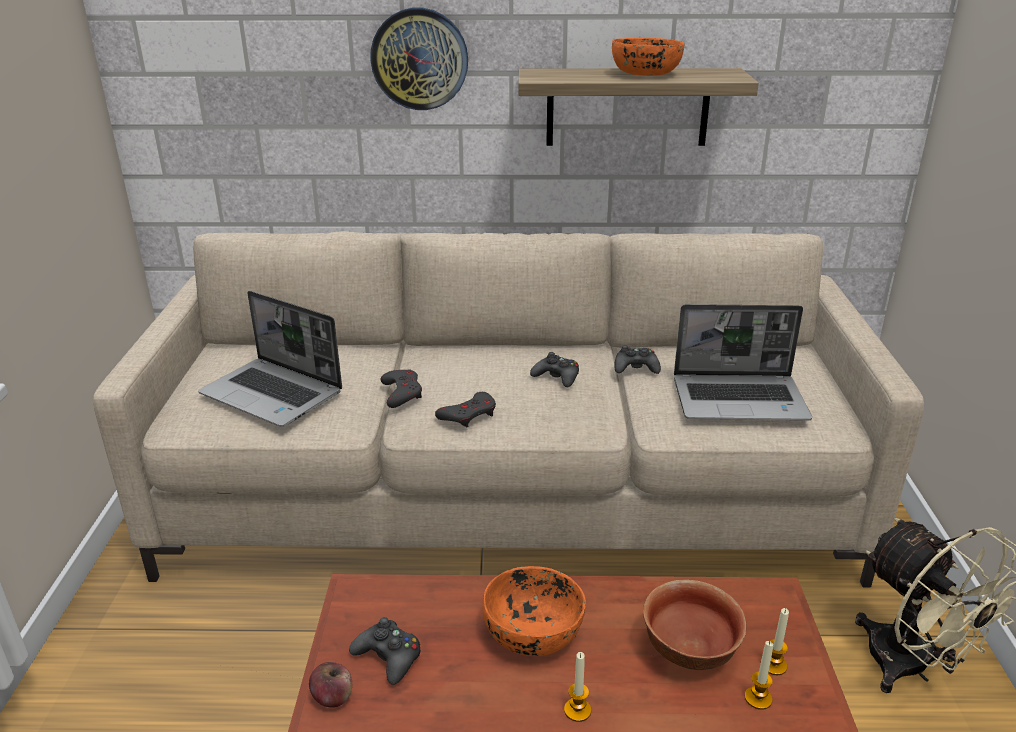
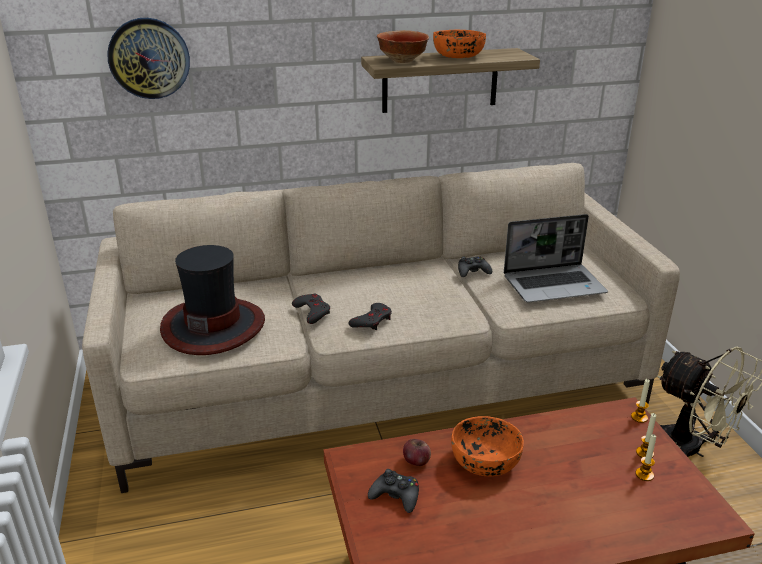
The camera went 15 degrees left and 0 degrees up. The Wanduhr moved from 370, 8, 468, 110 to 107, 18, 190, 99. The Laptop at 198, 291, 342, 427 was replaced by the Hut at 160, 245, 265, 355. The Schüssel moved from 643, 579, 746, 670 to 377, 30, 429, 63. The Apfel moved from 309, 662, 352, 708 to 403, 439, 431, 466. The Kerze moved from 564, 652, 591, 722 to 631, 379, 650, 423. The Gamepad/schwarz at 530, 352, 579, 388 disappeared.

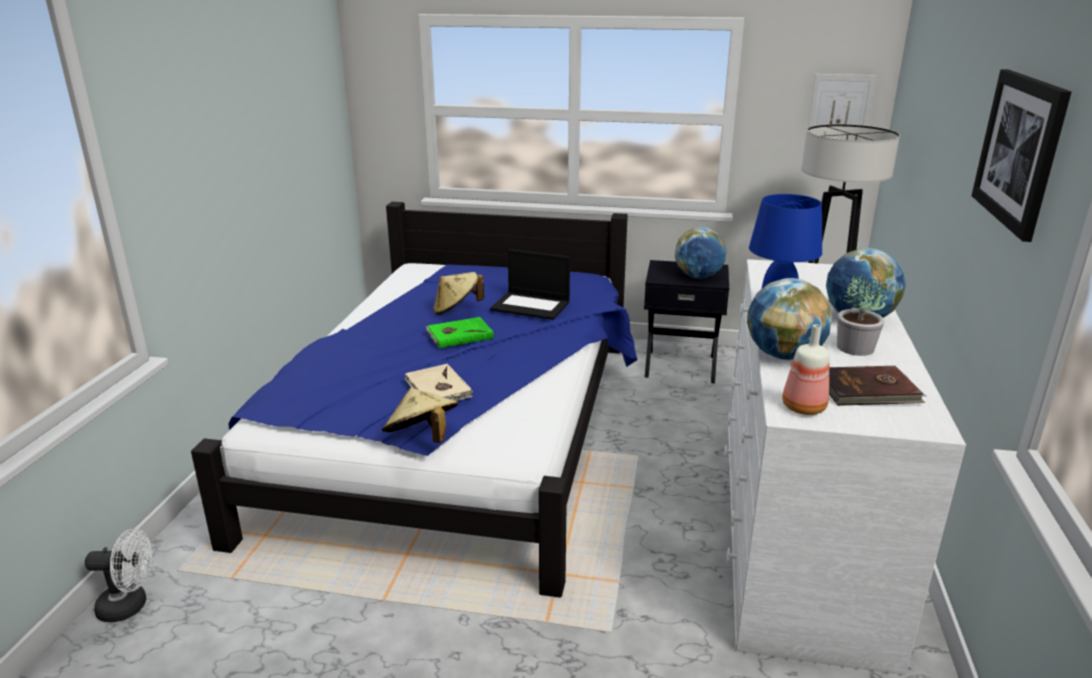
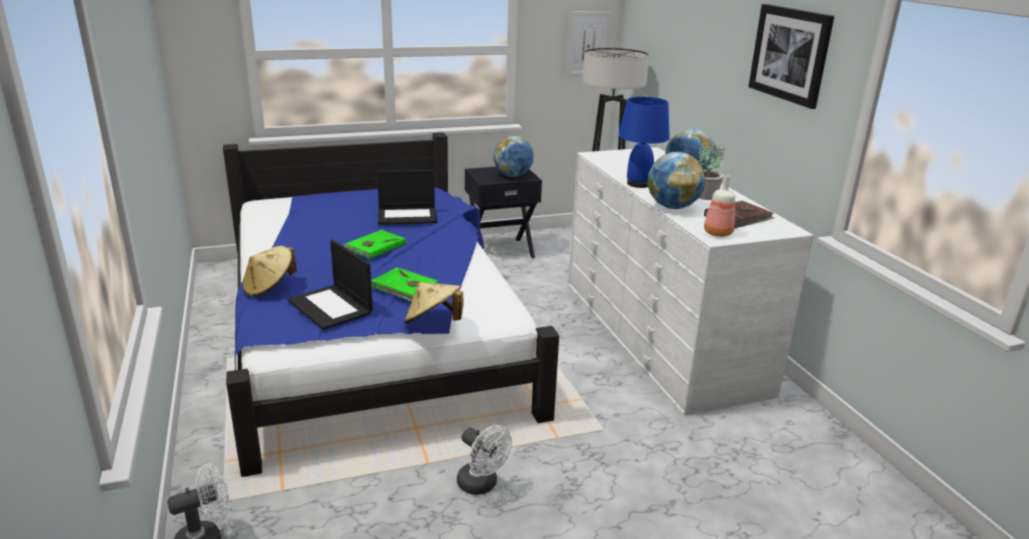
The camera went 30 degrees left and 0 degrees up. The Hut/beige moved from 433, 272, 484, 315 to 242, 246, 297, 297. The Laptop at 288, 240, 373, 330 appeared. The Buch/beige at 405, 364, 473, 401 became the Buch/grün at 371, 267, 439, 301. The Ventilator/weiß at 457, 425, 512, 495 appeared.

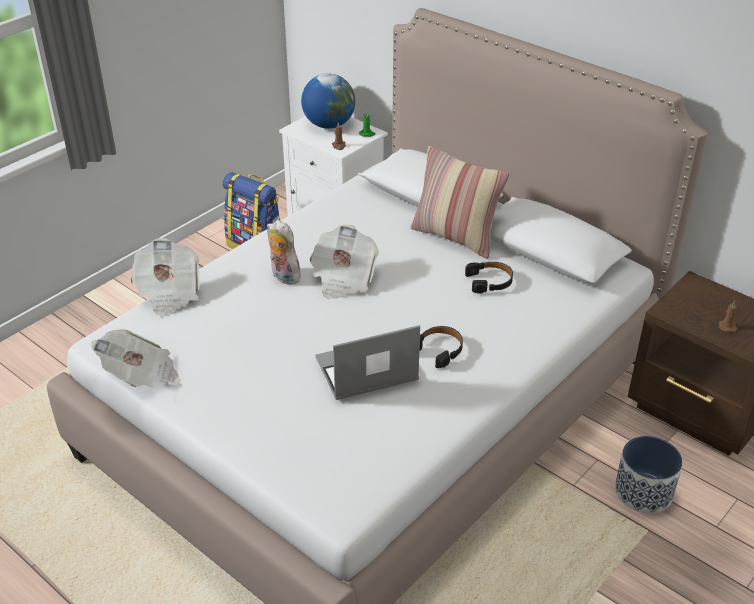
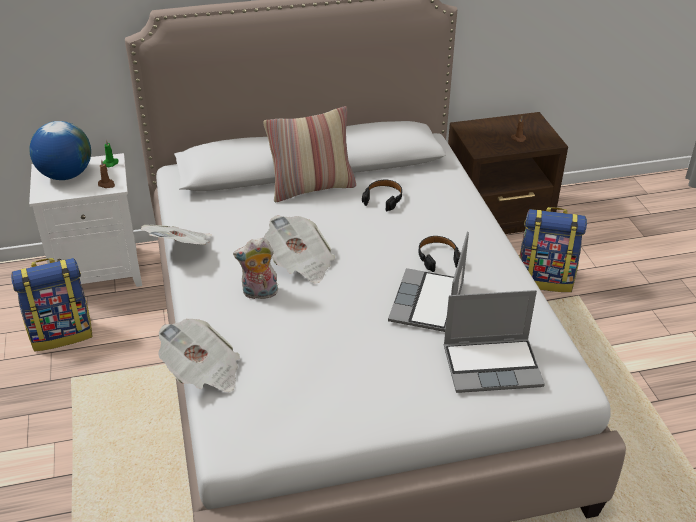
The camera went 55 degrees left and 0 degrees up. The Zeitung moved from 92, 329, 181, 387 to 141, 225, 212, 245. The Laptop at 444, 290, 545, 393 appeared. The Pflanzkübel at 615, 436, 683, 514 was replaced by the Rucksack at 519, 207, 587, 292.

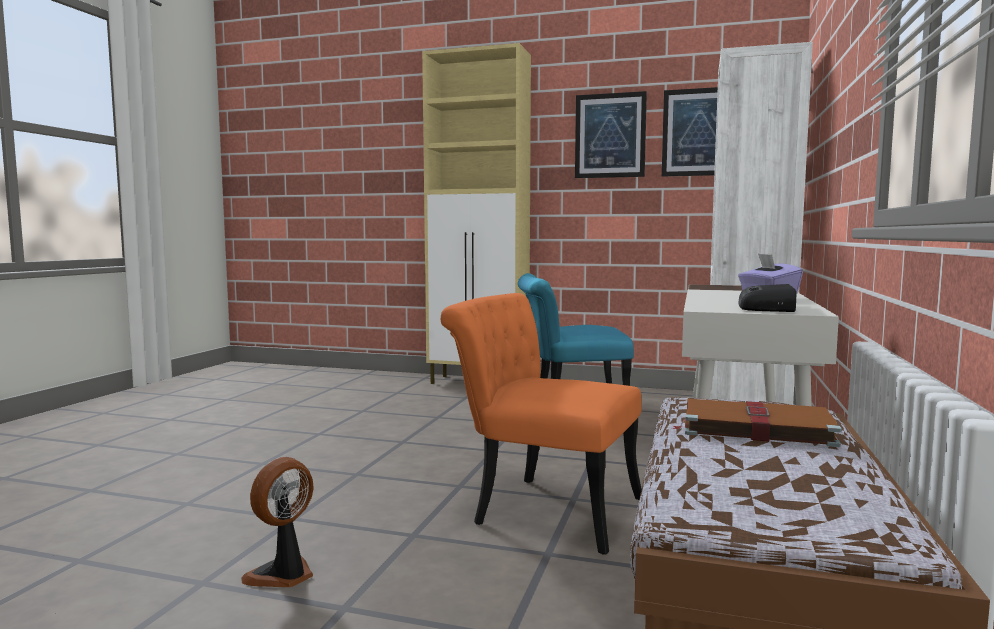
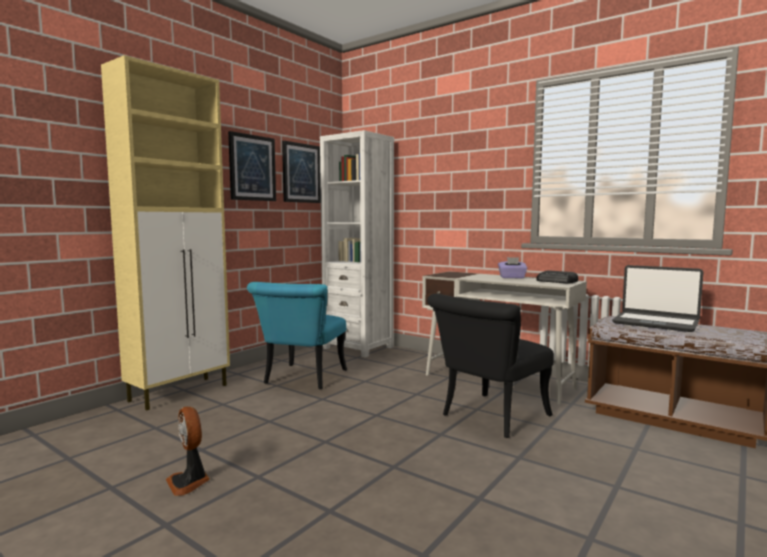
The camera went 70 degrees left and 0 degrees up. The Ventilator moved from 241, 457, 314, 587 to 166, 407, 210, 496. The Stuhl/orange at 441, 293, 642, 555 became the Stuhl/schwarz at 427, 294, 554, 438. The Buch/braun at 671, 398, 842, 447 was replaced by the Laptop at 612, 265, 704, 332.

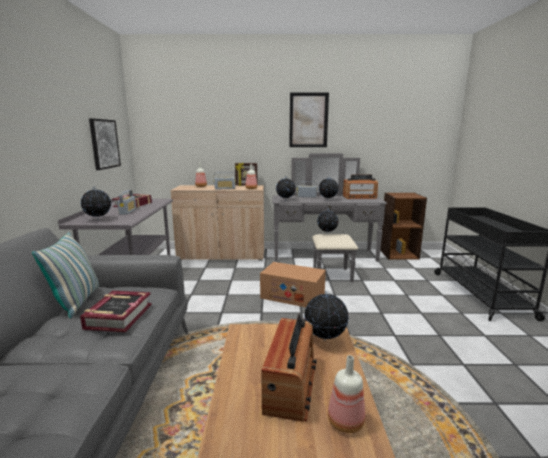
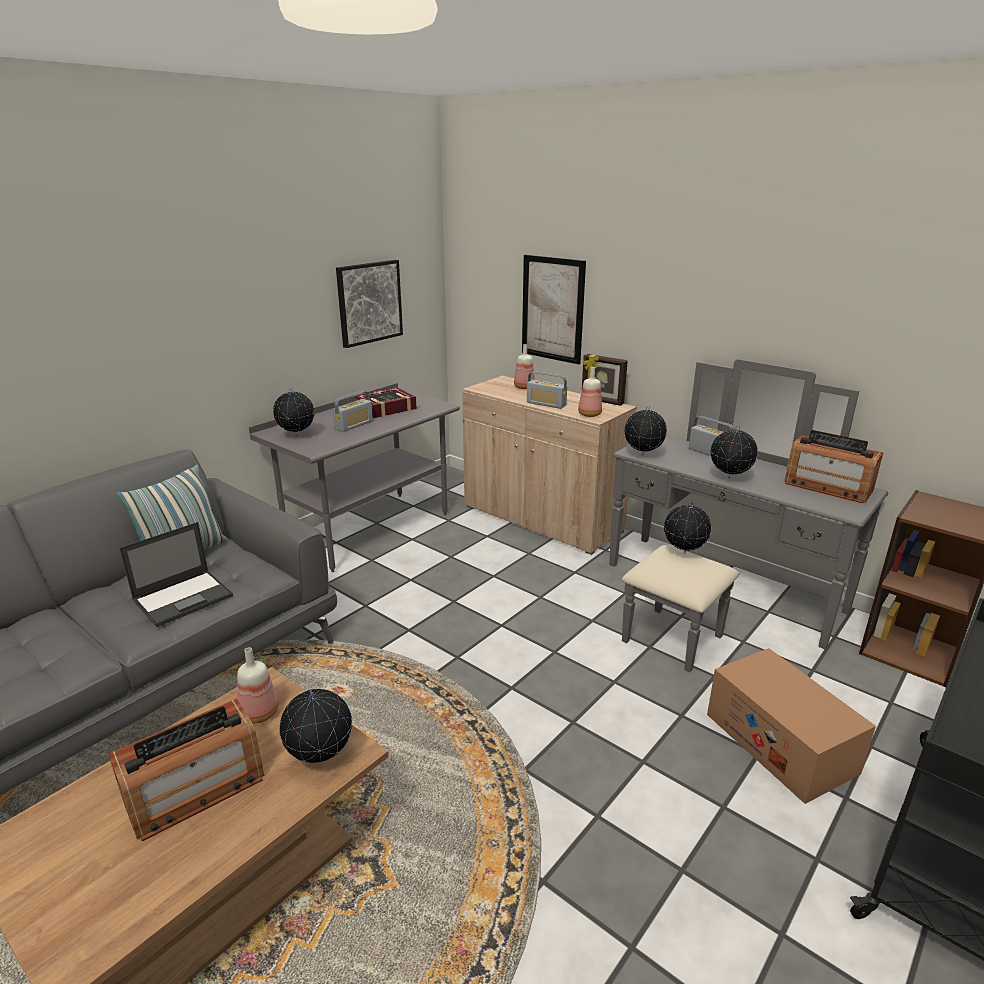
The camera went 40 degrees right and 10 degrees up. The Buch at 80, 291, 152, 332 was replaced by the Laptop at 120, 522, 233, 627. The Flasche moved from 328, 355, 365, 433 to 237, 647, 279, 724. The Bild moved from 289, 93, 329, 147 to 522, 255, 586, 364. The Karton moved from 260, 262, 326, 307 to 707, 648, 876, 804.

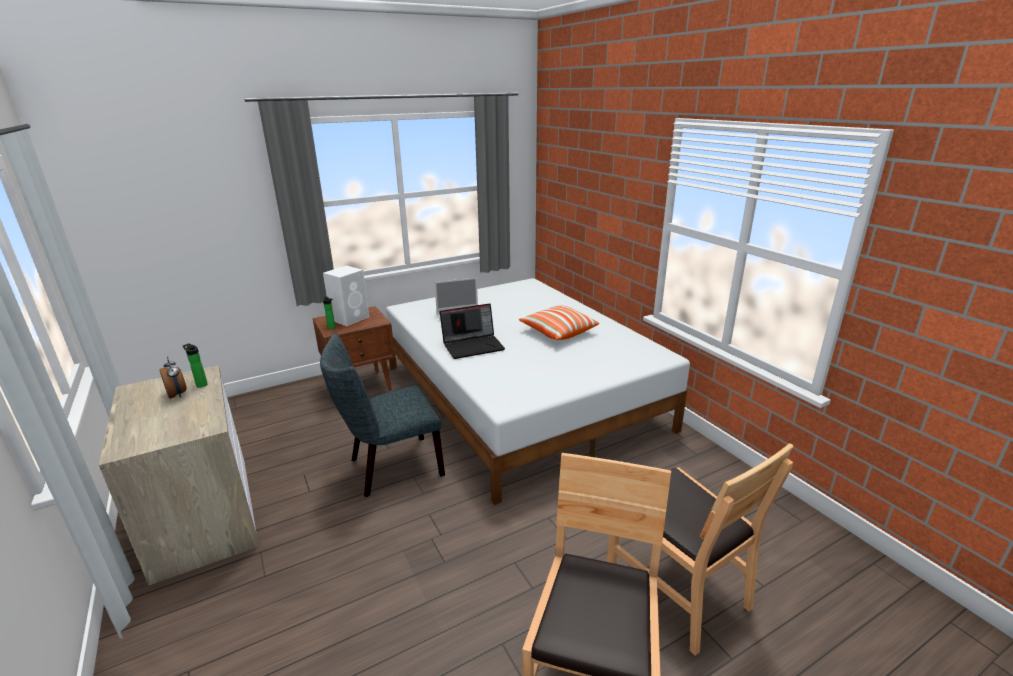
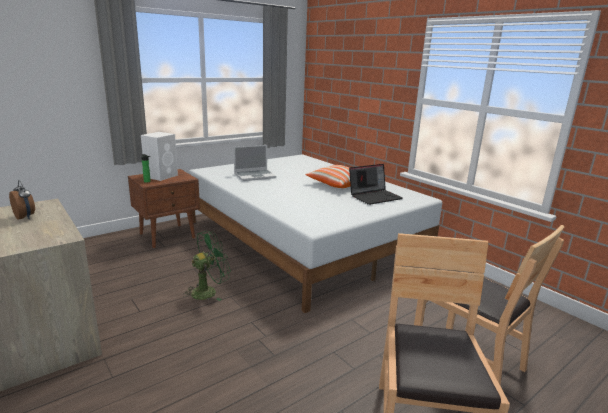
The camera went 10 degrees left and 5 degrees down. The Stuhl/grau at 320, 333, 445, 497 was replaced by the Ventilator/grün at 182, 231, 231, 301. The Laptop moved from 440, 303, 505, 359 to 349, 164, 403, 205. The Flasche at 183, 343, 208, 388 disappeared.

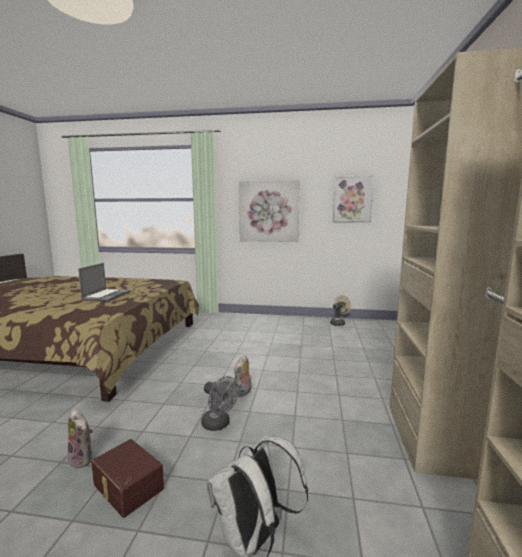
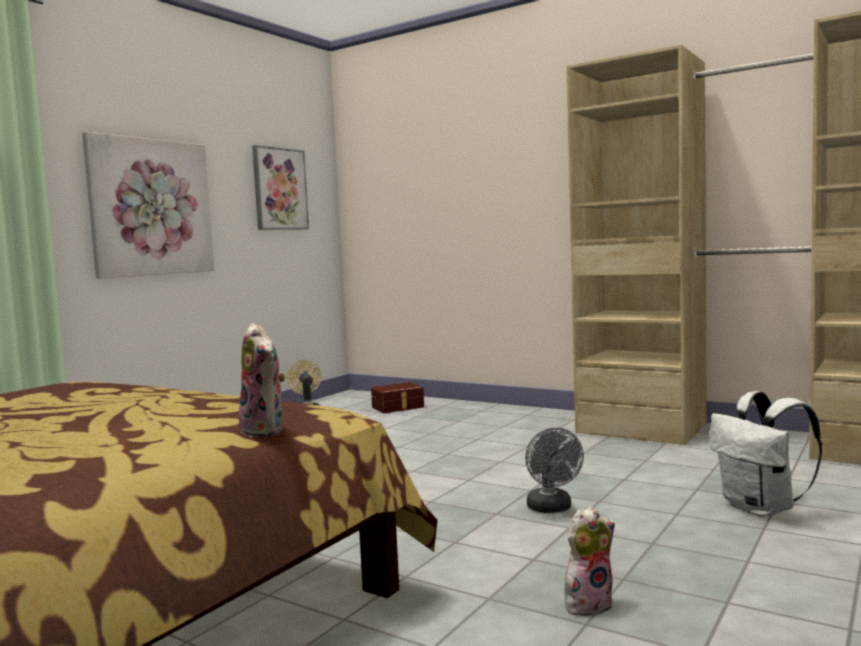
The camera went 65 degrees left and 5 degrees down. The Plüschtier moved from 234, 355, 251, 397 to 239, 323, 285, 437. The Aufbewahrungsbox/braun moved from 91, 439, 164, 518 to 371, 382, 424, 413. The Ventilator/grau at 201, 376, 239, 431 turned 105 degrees clockwise. The Laptop at 78, 263, 130, 301 disappeared.

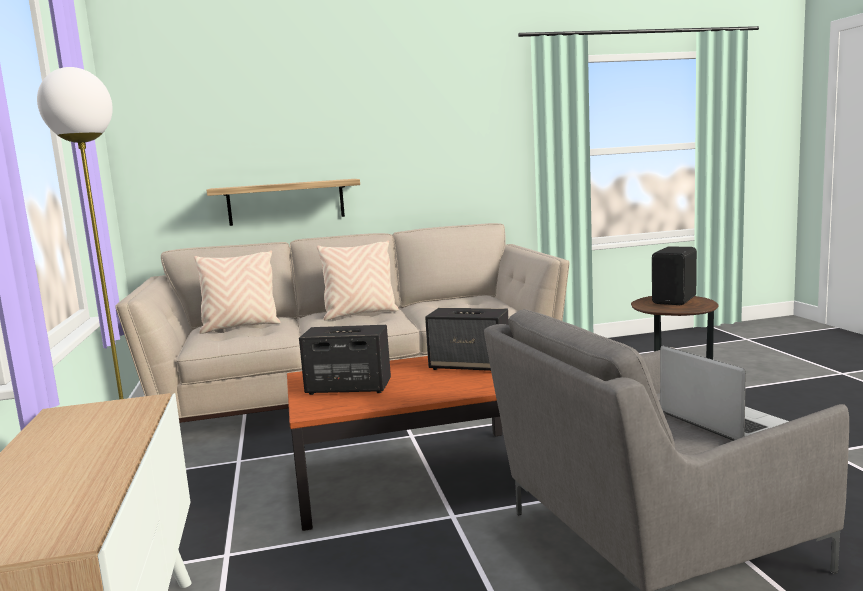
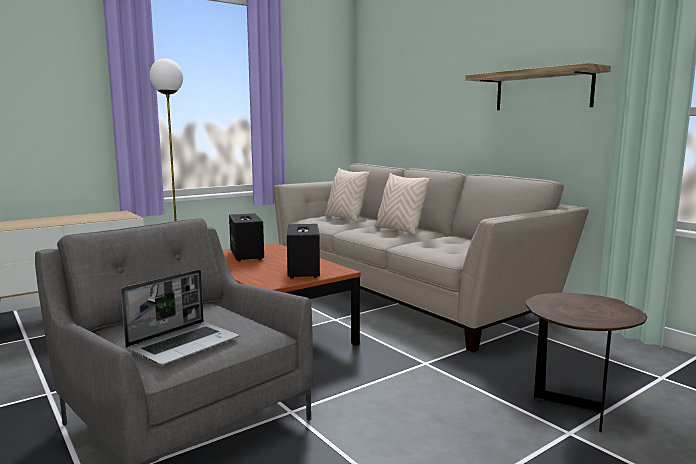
The camera went 65 degrees right and 0 degrees up. The Wandregal moved from 206, 179, 360, 226 to 465, 63, 611, 110. The Lautsprecher/schwarz at 652, 246, 697, 305 disappeared.

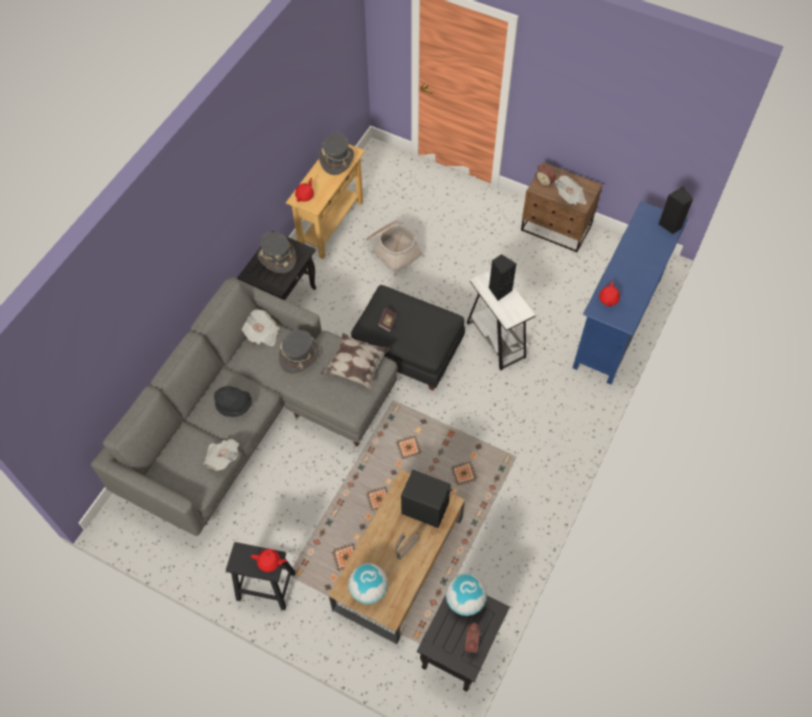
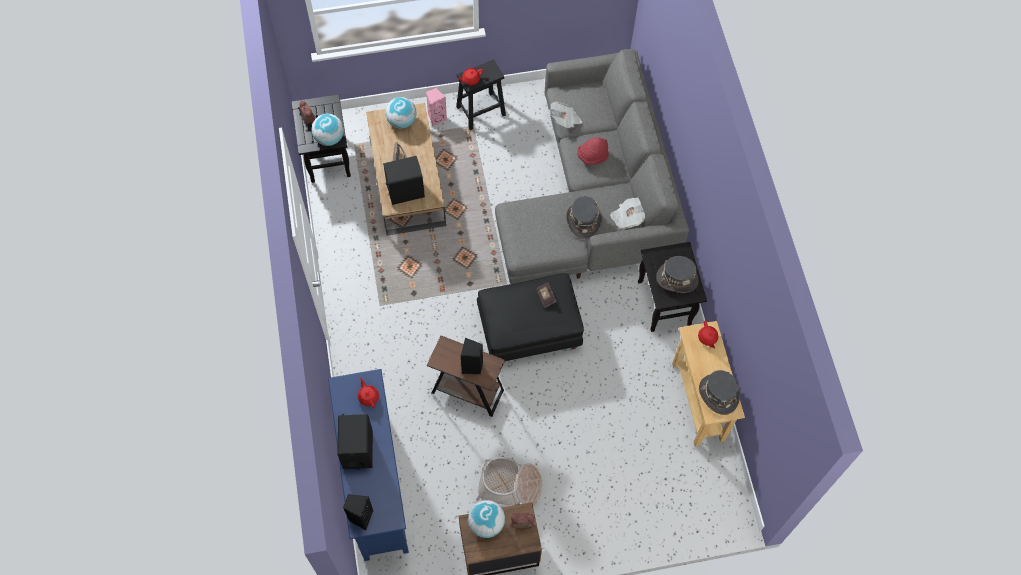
The camera went 140 degrees right and 5 degrees up. The Lautsprecher/schwarz at 337, 414, 373, 470 appeared. The Lautsprecher/rosa at 426, 87, 447, 127 appeared. The Beistelltisch/weiß at 467, 270, 536, 370 became the Beistelltisch/braun at 427, 336, 505, 417. The Zeitung at 555, 176, 586, 205 was replaced by the Globus at 468, 500, 505, 538. The Korb moved from 366, 220, 425, 276 to 476, 457, 542, 506. The Hut/schwarz at 214, 386, 252, 417 became the Hut/rot at 577, 137, 609, 165. The Kissen at 321, 333, 390, 389 disappeared.

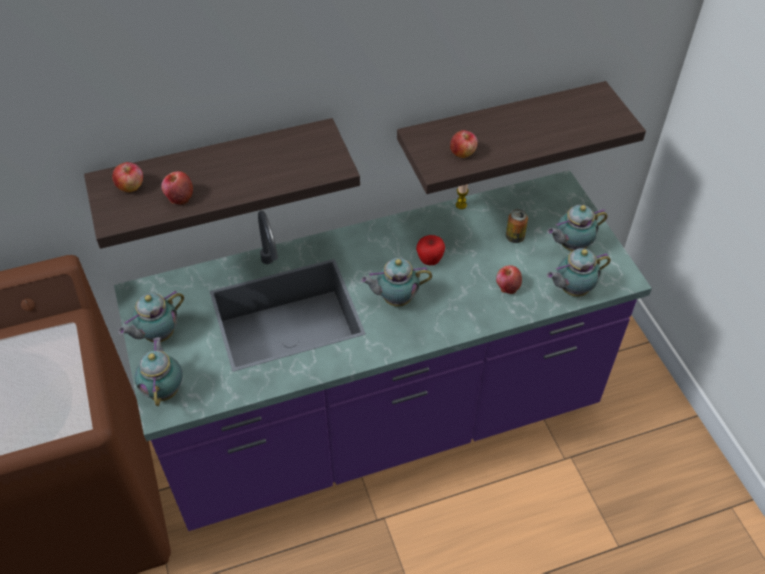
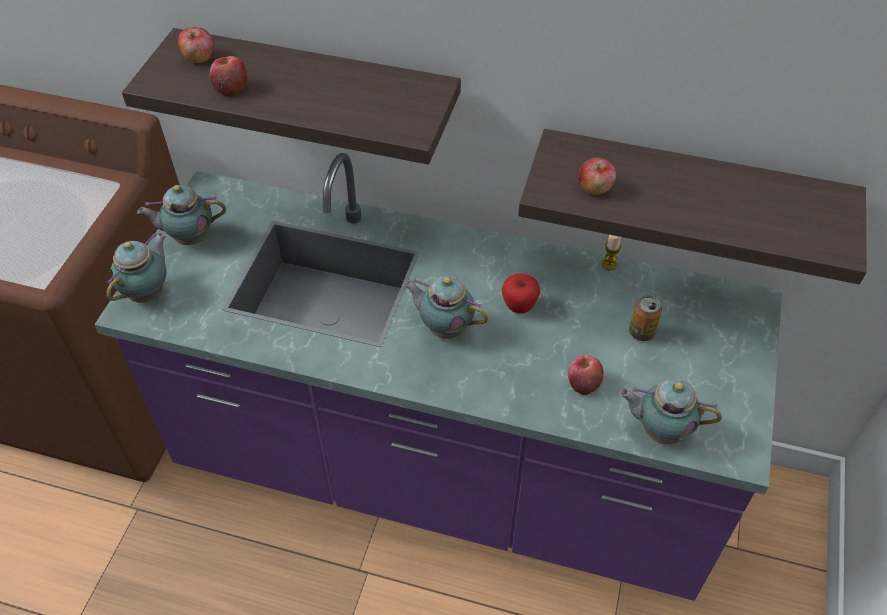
The camera went 35 degrees right and 0 degrees up. The Teekanne at 547, 205, 608, 251 disappeared.

